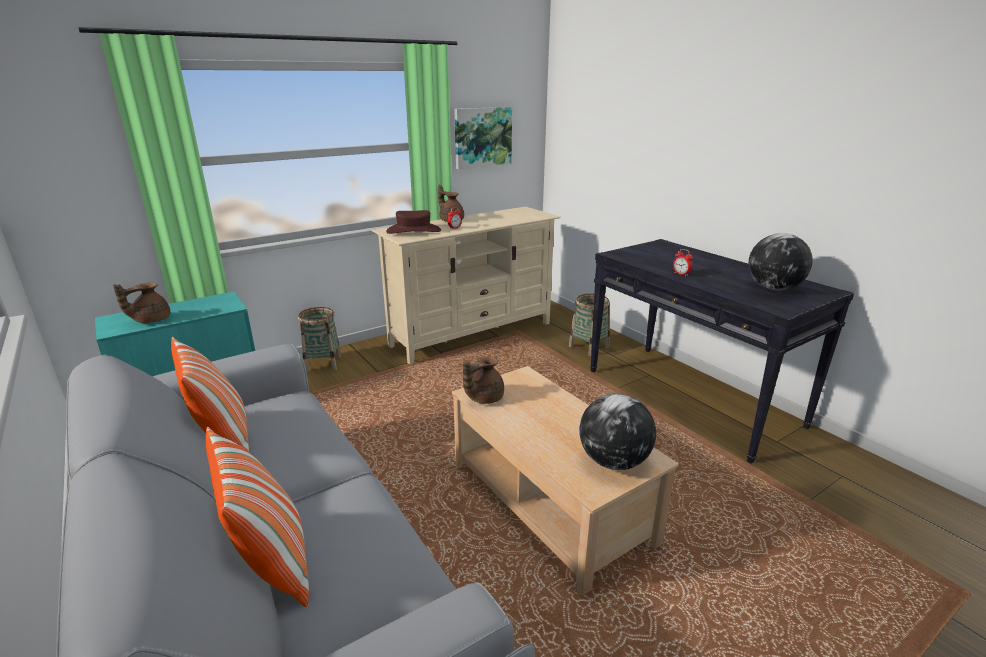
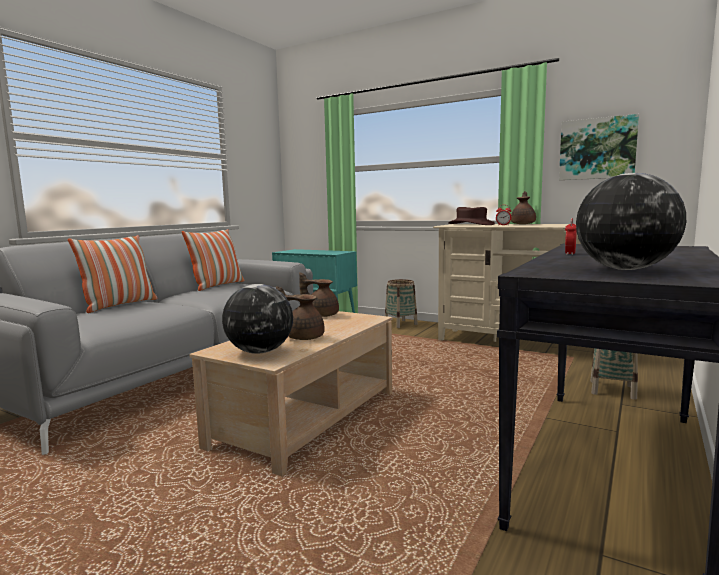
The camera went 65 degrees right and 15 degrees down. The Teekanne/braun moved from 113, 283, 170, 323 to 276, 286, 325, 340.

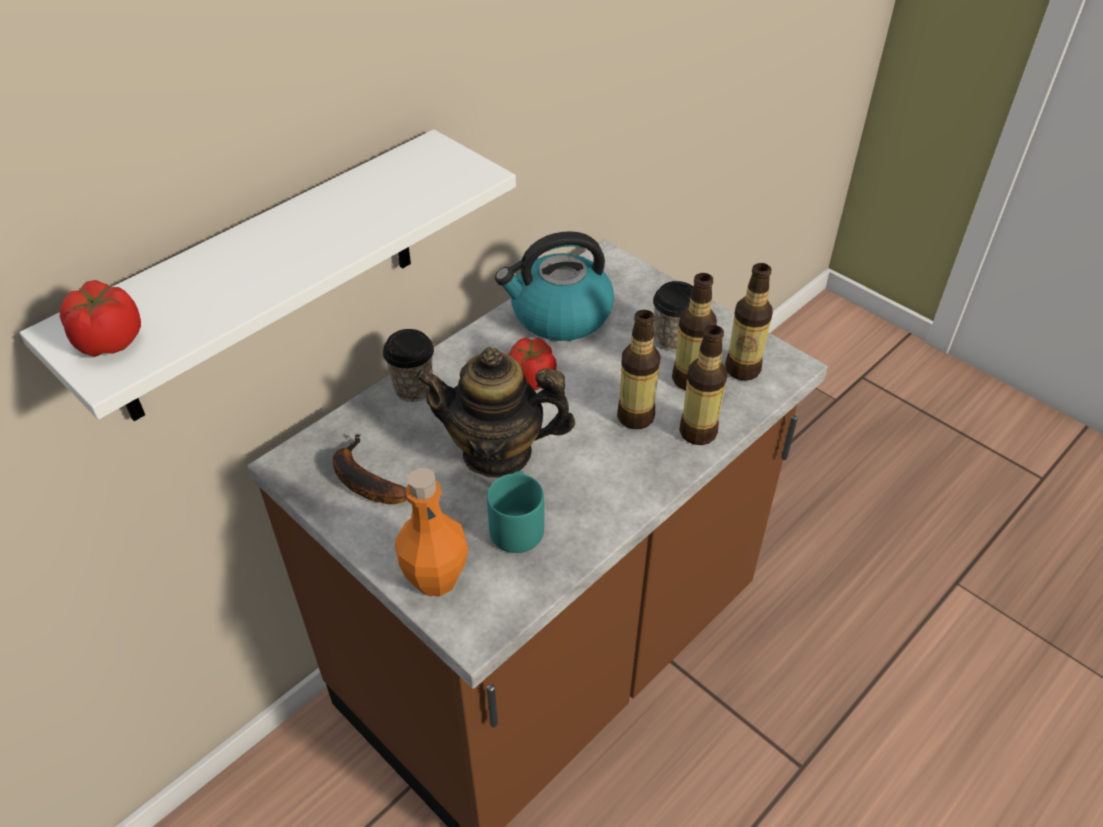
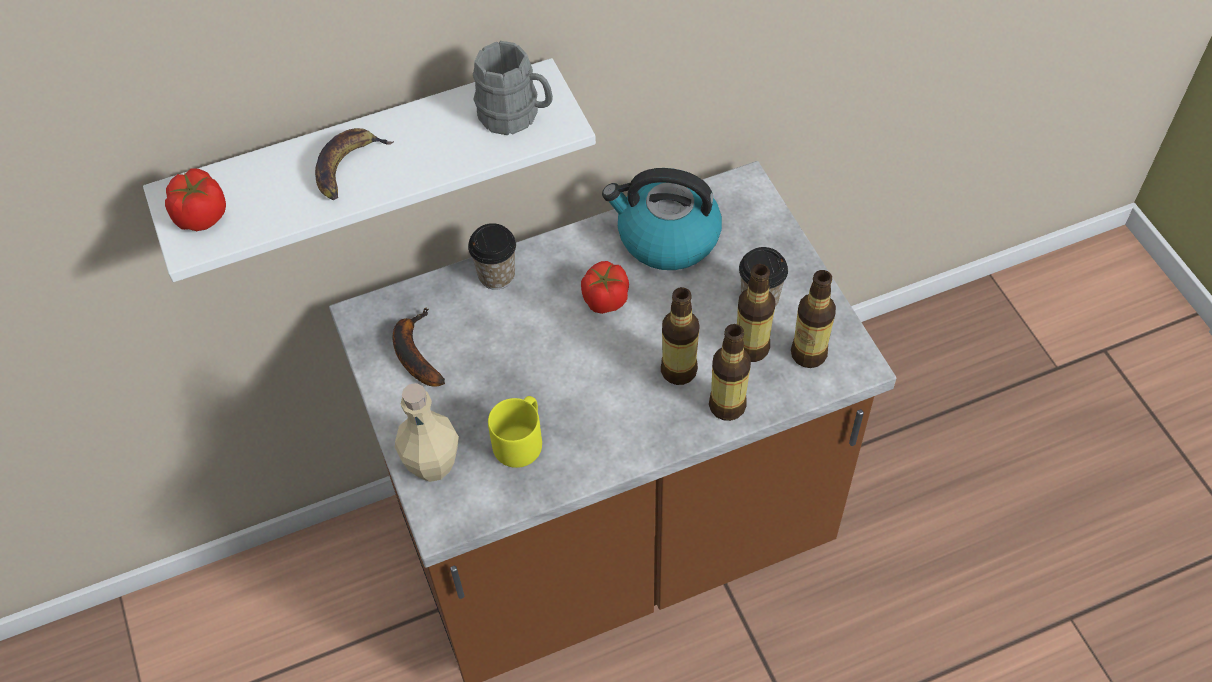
The camera went 25 degrees right and 10 degrees up. The Banane at 315, 128, 394, 200 appeared. The Flasche/orange at 395, 468, 468, 596 became the Flasche/beige at 395, 383, 459, 482. The Henkelbecher/grau at 473, 41, 553, 135 appeared. The Henkelbecher/türkis at 487, 471, 544, 553 became the Henkelbecher/gelb at 488, 396, 542, 468. The Teekanne at 415, 347, 575, 478 disappeared.

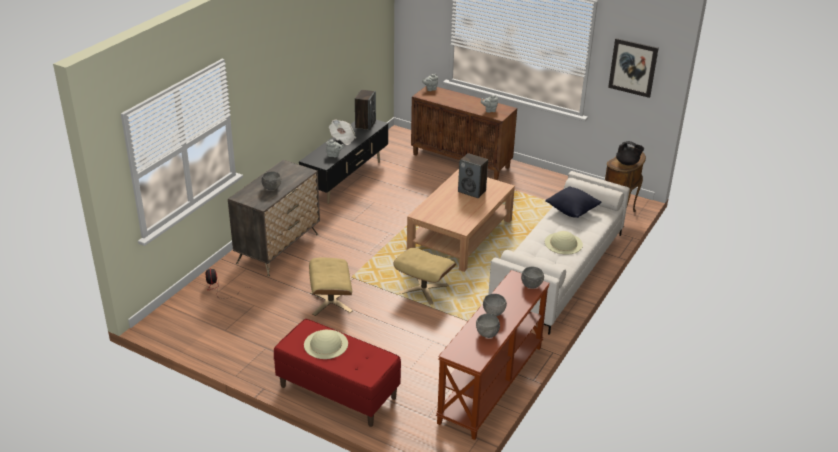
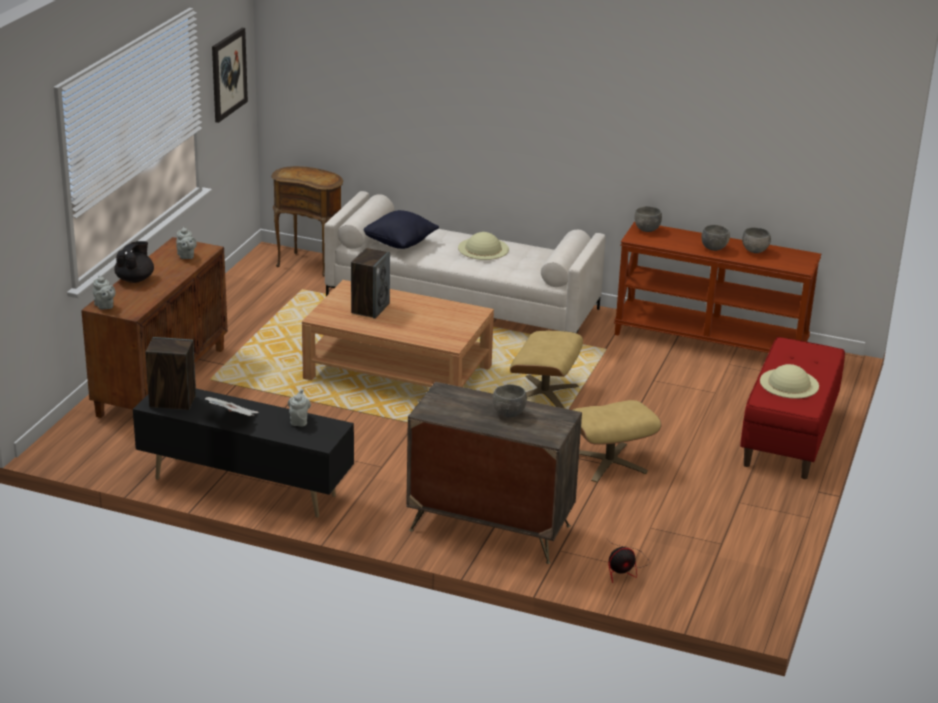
The camera went 100 degrees left and 5 degrees down. The Teekanne/schwarz moved from 616, 141, 644, 166 to 114, 241, 154, 283.

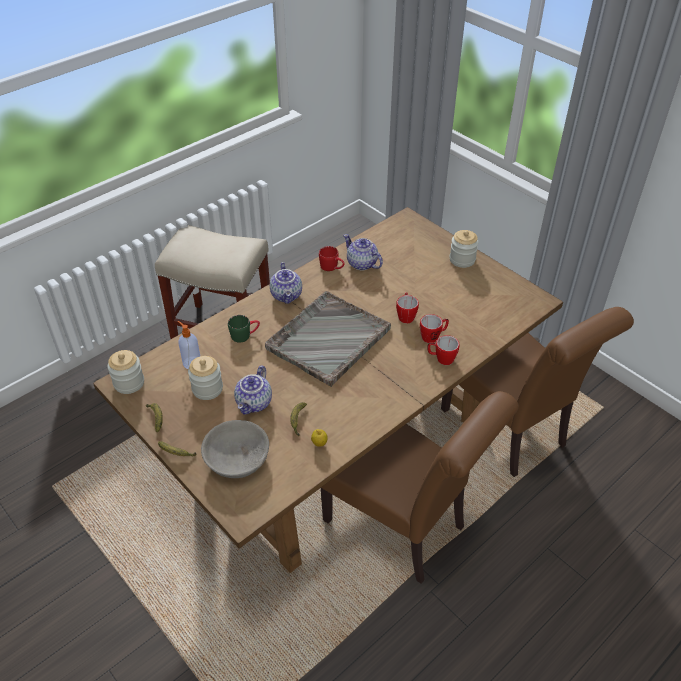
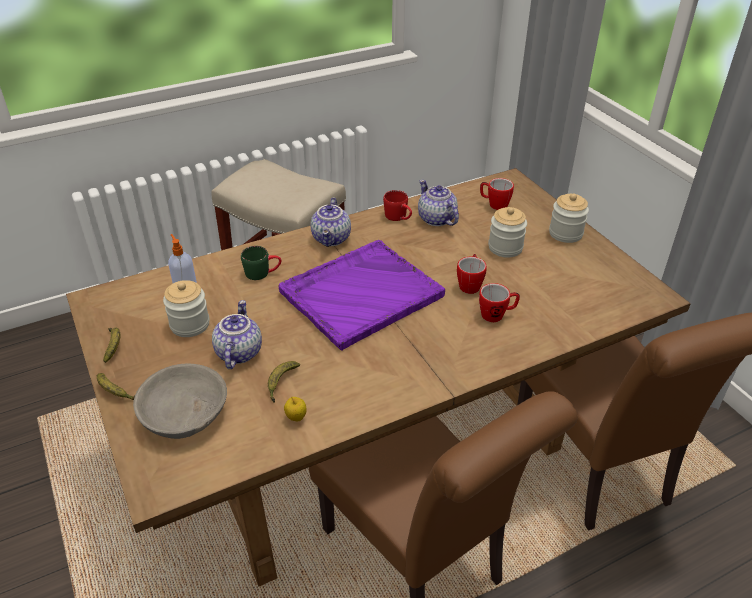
The camera went 15 degrees right and 5 degrees down. The Teekanne at 234, 365, 272, 415 turned 150 degrees clockwise. The Tablett/grau at 265, 291, 391, 387 became the Tablett/lila at 278, 240, 445, 351. The Henkelbecher moved from 427, 335, 460, 365 to 480, 178, 514, 210. The Vorratsglas moved from 107, 350, 144, 394 to 488, 207, 527, 258.

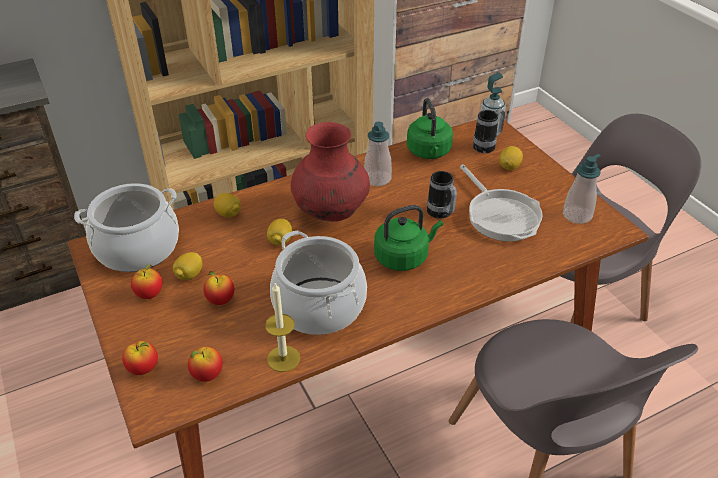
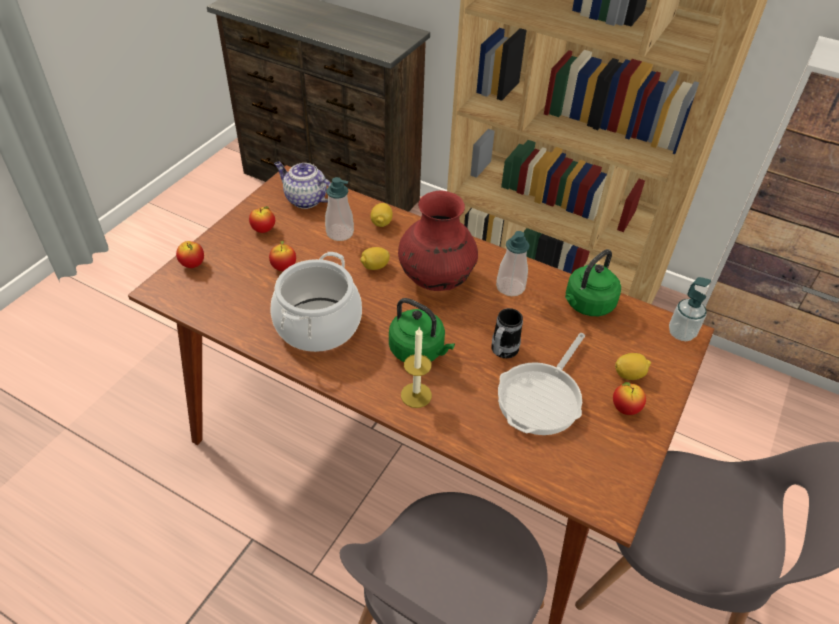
The camera went 55 degrees right and 5 degrees up. The Kochtopf at 74, 183, 179, 272 was replaced by the Teekanne at 274, 162, 331, 209. The Seifenspender moved from 563, 154, 601, 224 to 325, 177, 354, 241. The Kerze moved from 265, 283, 300, 372 to 401, 328, 432, 408. The Apfel moved from 188, 347, 223, 382 to 613, 382, 646, 415. The Zitrone at 173, 252, 202, 280 disappeared. The Henkelbecher at 473, 108, 505, 153 disappeared.

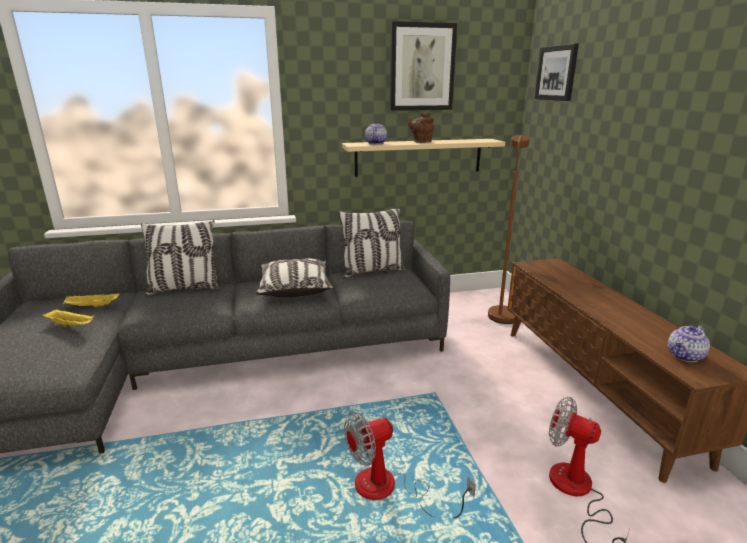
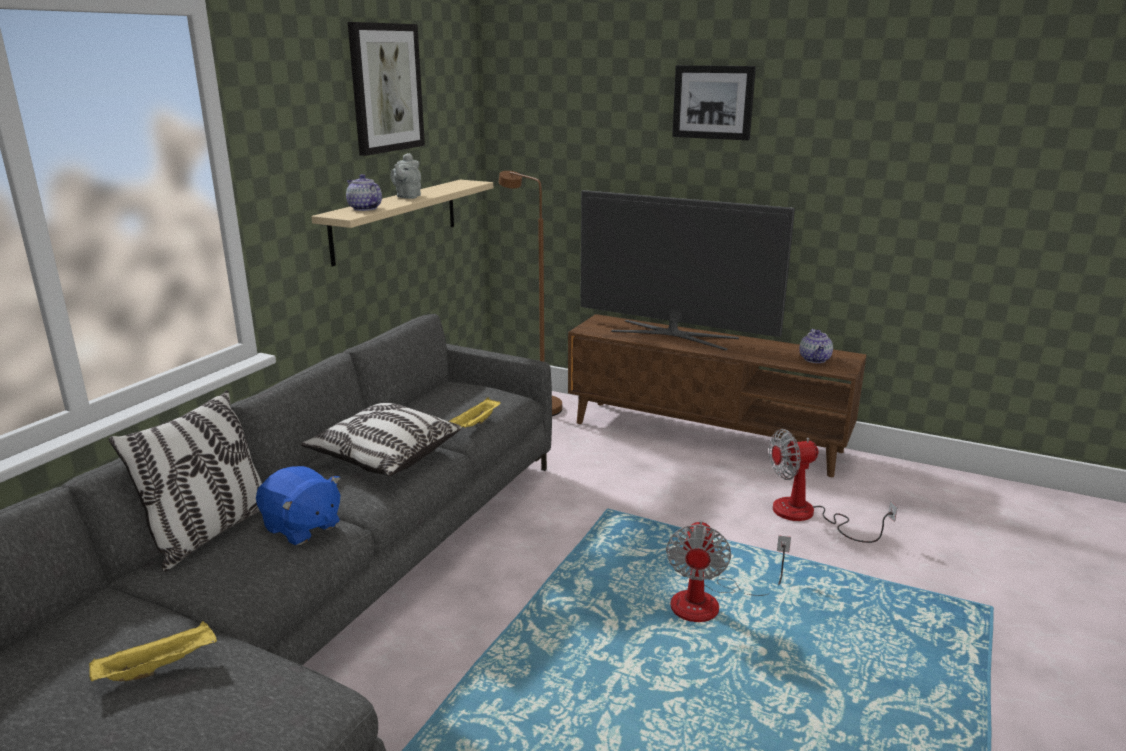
The camera went 50 degrees left and 0 degrees up. The Plüschtier/blau at 256, 466, 340, 545 appeared. The Teekanne/braun at 408, 112, 434, 143 became the Teekanne/grau at 391, 153, 421, 199. The Tablett/gelb moved from 63, 293, 120, 308 to 449, 397, 500, 428. The Fernseher at 580, 190, 795, 351 appeared. The Bild moved from 534, 44, 579, 101 to 672, 65, 756, 140. The Kissen at 338, 208, 406, 278 disappeared.

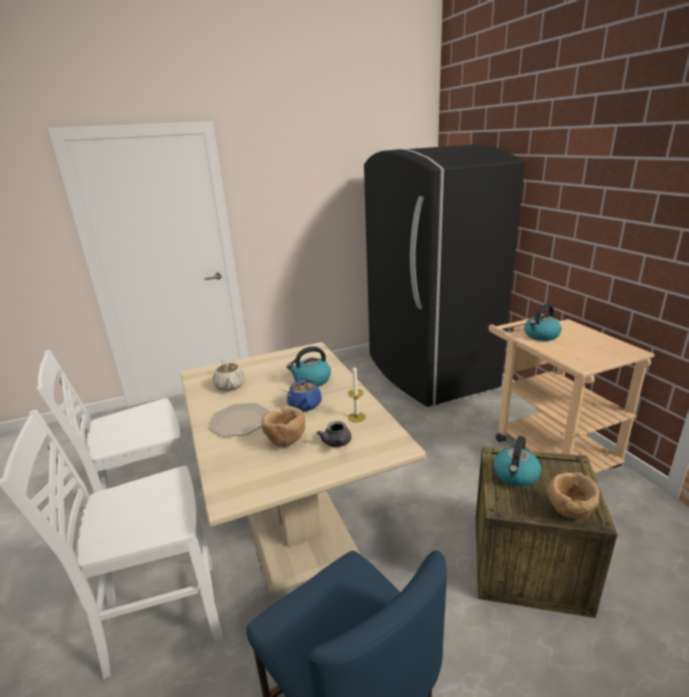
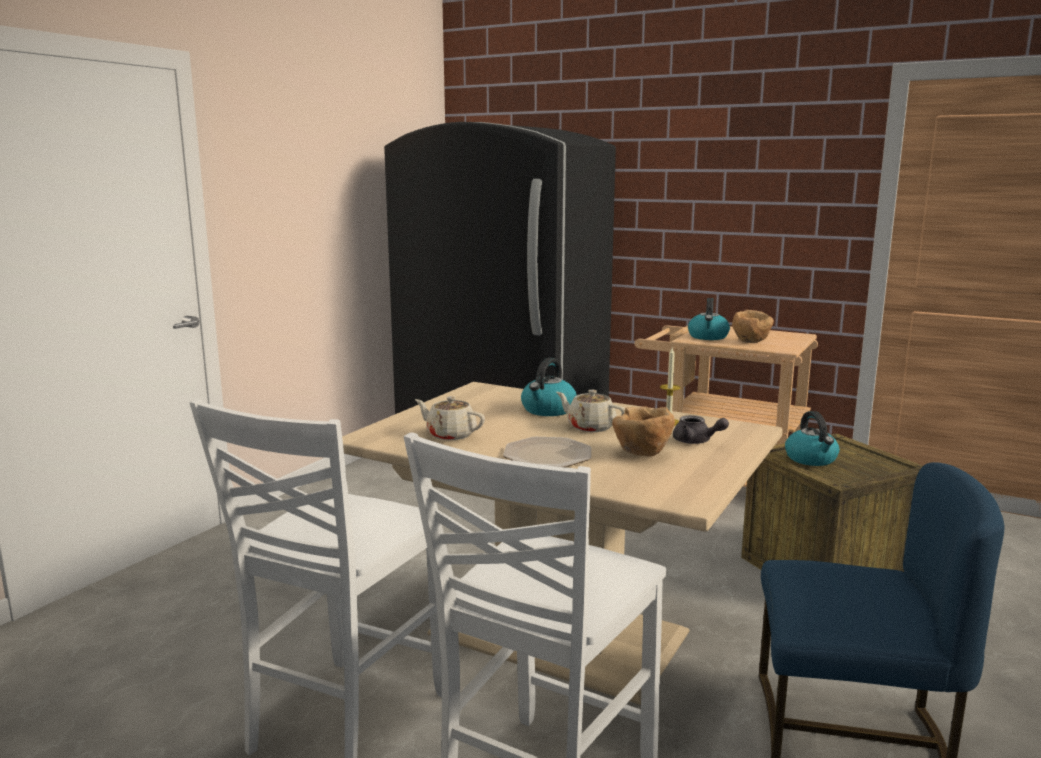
The camera went 40 degrees left and 10 degrees down. The Teekanne/blau at 287, 373, 322, 411 became the Teekanne/beige at 556, 390, 625, 432. The Schüssel/braun moved from 548, 472, 600, 519 to 732, 310, 774, 343.

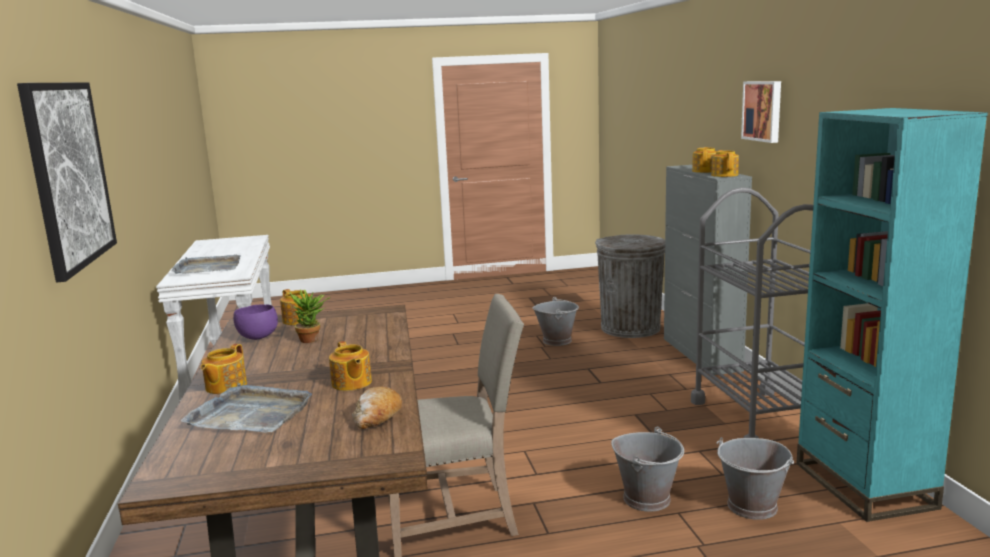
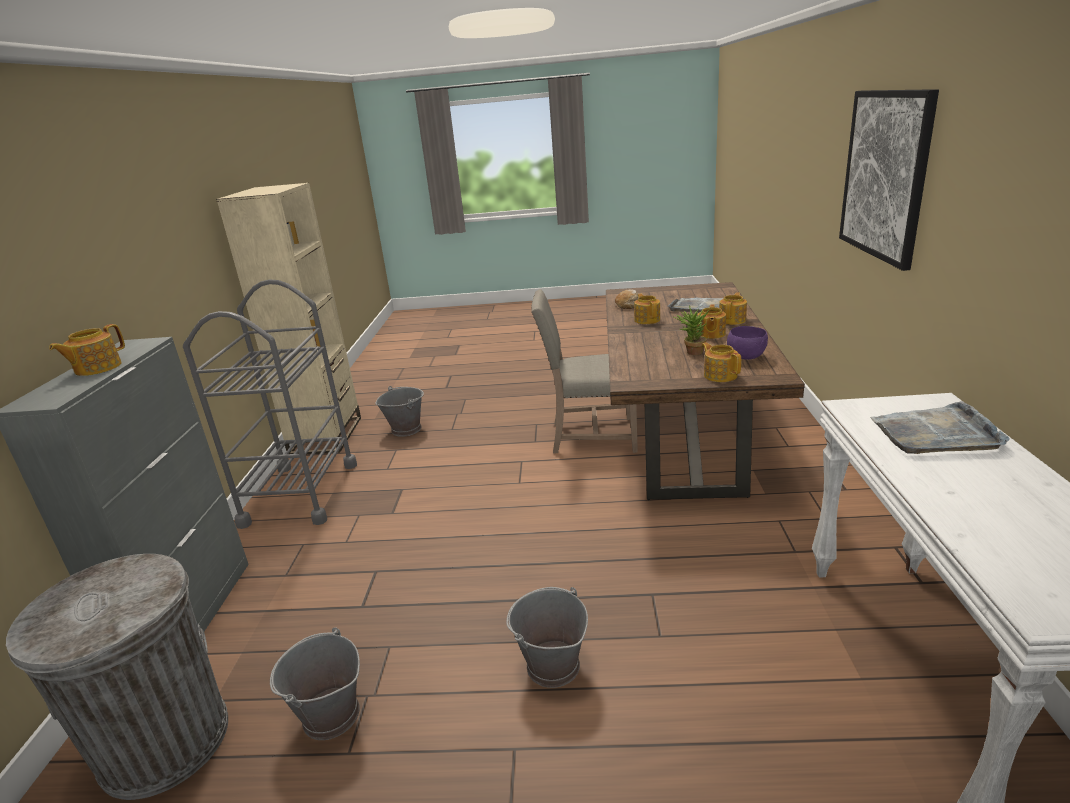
The camera went 165 degrees left and 10 degrees up. The Bücherregal/türkis at 796, 108, 988, 522 became the Bücherregal/beige at 216, 183, 361, 455. The Eimer/grau moved from 611, 427, 684, 512 to 506, 587, 588, 688. The Teekanne moved from 711, 150, 739, 177 to 697, 305, 726, 339. The Bild at 741, 81, 781, 143 disappeared.

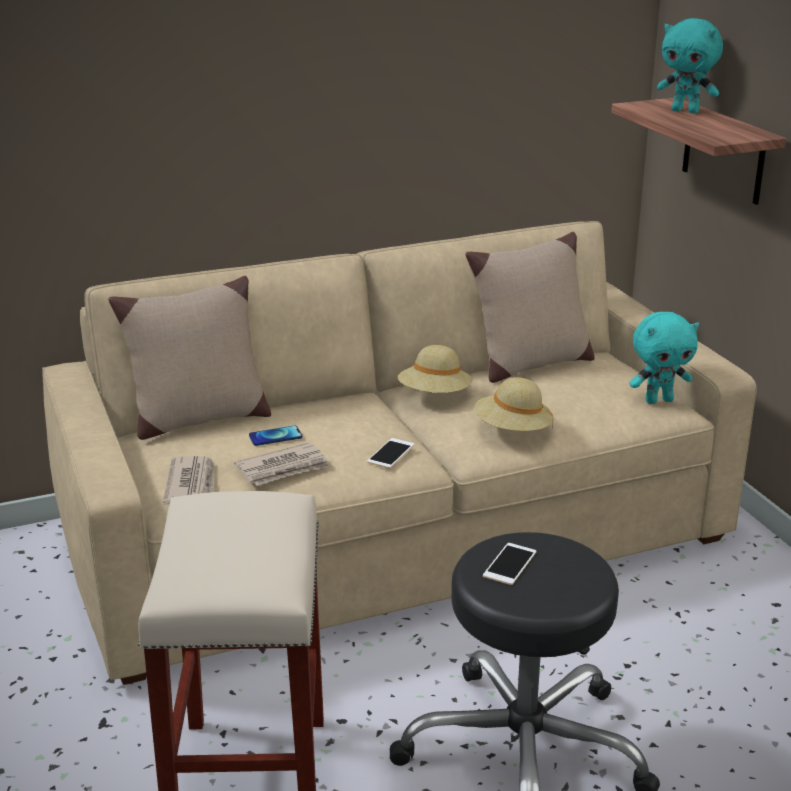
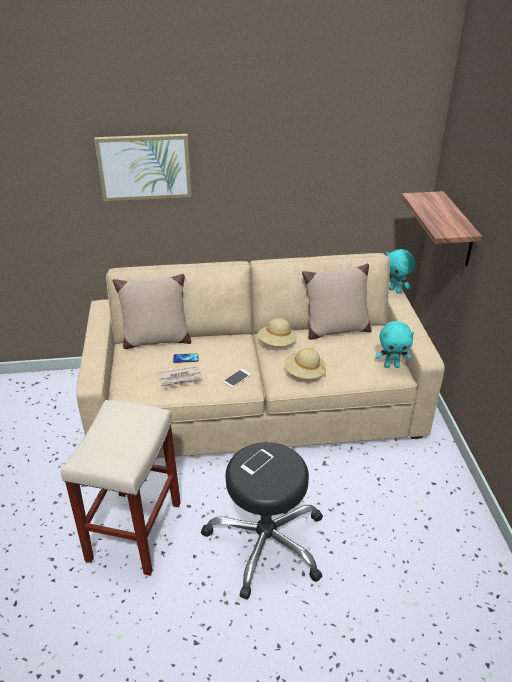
The camera went 15 degrees right and 10 degrees up. The Bild at 94, 134, 192, 201 appeared. The Plüschtier/türkis moved from 657, 18, 723, 114 to 386, 249, 416, 294. The Zeitung at 163, 456, 214, 505 disappeared.

